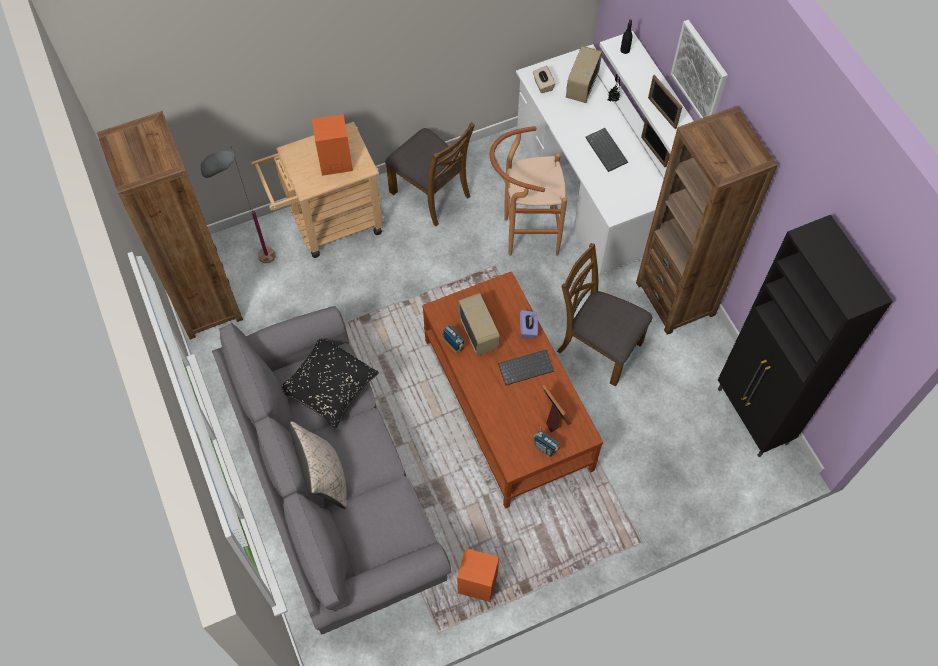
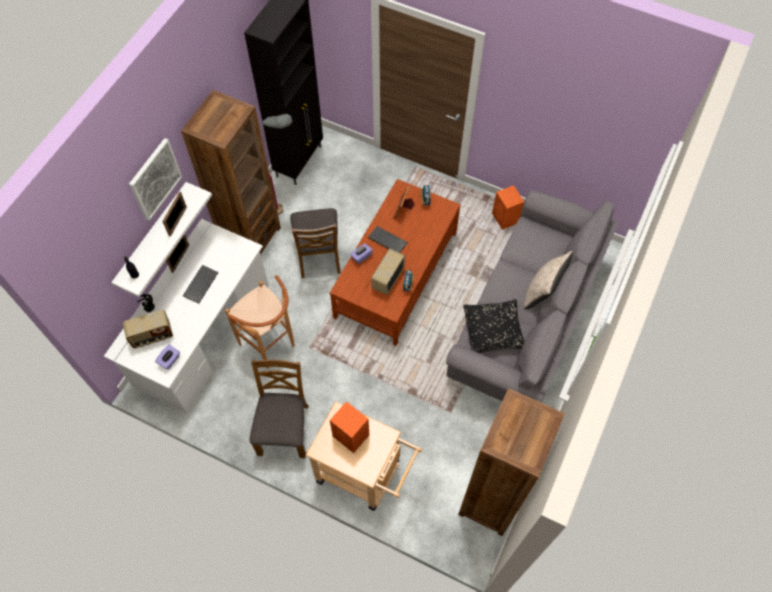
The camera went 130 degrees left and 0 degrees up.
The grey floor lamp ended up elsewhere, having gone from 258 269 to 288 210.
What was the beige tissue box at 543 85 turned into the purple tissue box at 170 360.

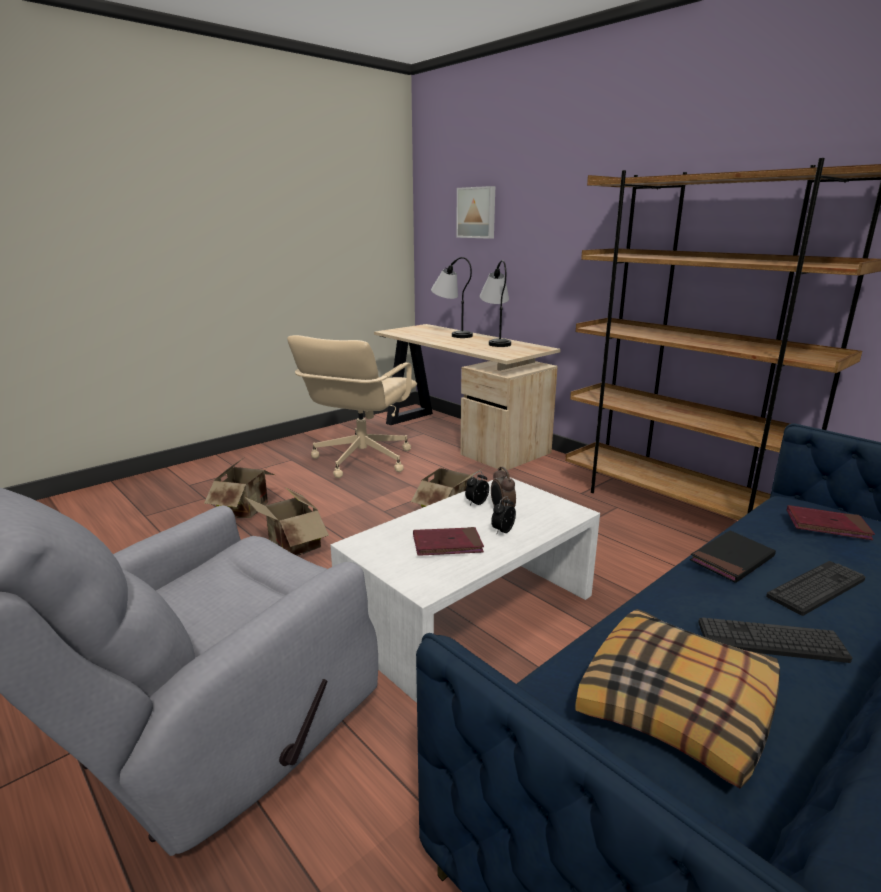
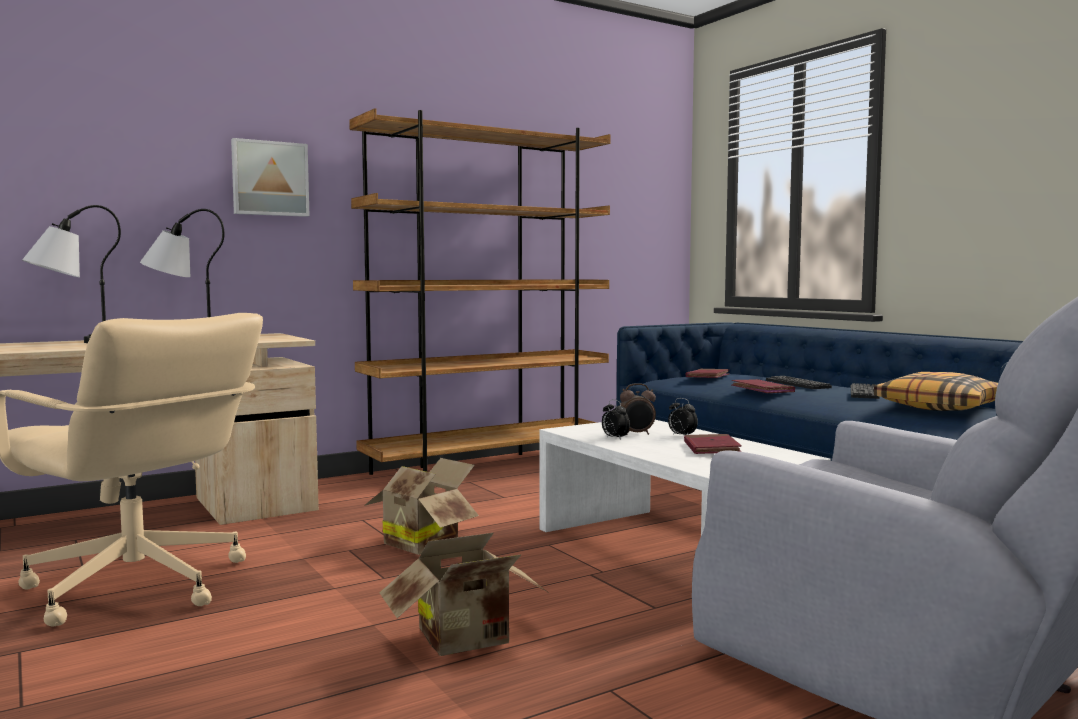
The camera went 80 degrees left and 15 degrees down.
The second view lost the cardboard box at 248 509.
The picture ended up elsewhere, having gone from 477 212 to 270 178.
What was the black book at 731 559 turned into the red book at 762 389.

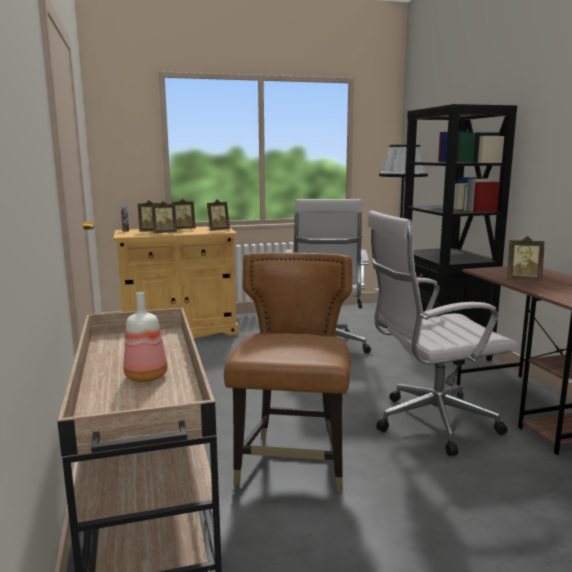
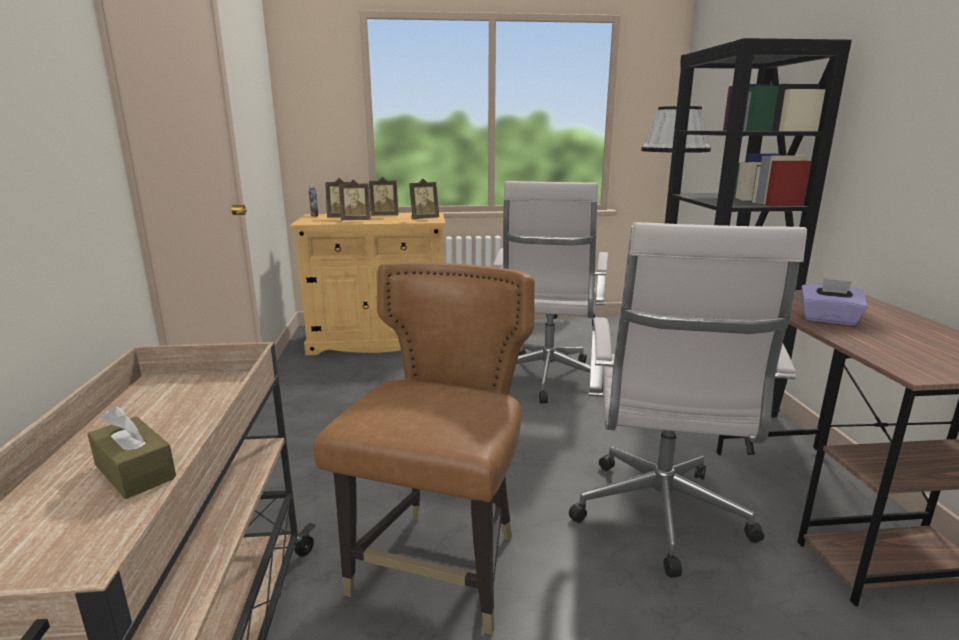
The camera went 10 degrees right and 5 degrees up.
Where the bottle stood at 147 376, the brown tissue box came to stand at 135 471.
Where the picture frame stood at 522 281, the purple tissue box came to stand at 828 319.
The white office chair at 429 423 ended up facing another way, 75 degrees counterclockwise from before.

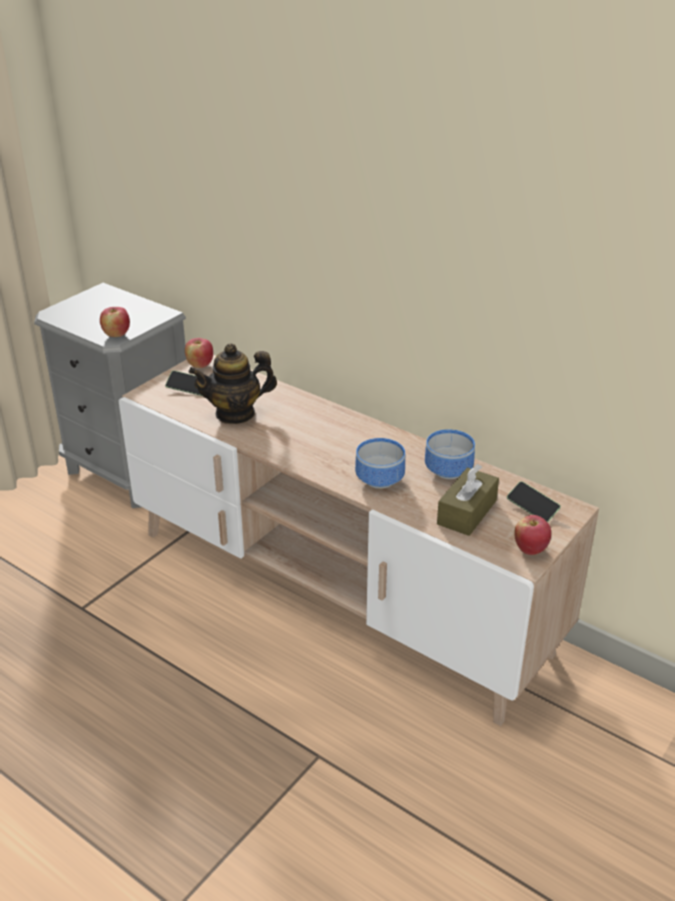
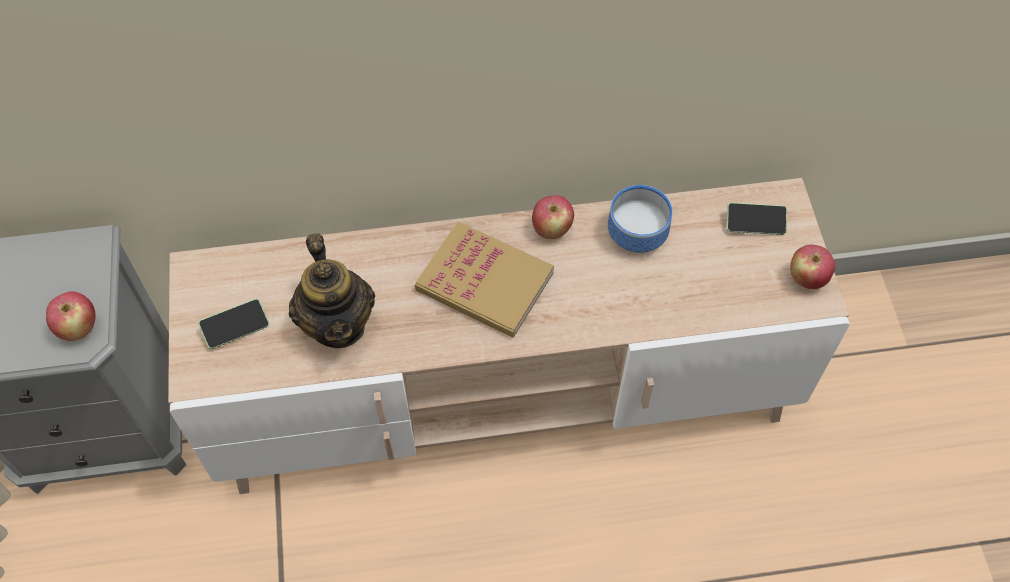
The camera went 45 degrees left and 25 degrees up.
The second view lost the bowl at 381 481.
The second view lost the brown tissue box at 467 512.
The second view gained the book at 484 282.
The apple ended up elsewhere, having gone from 200 365 to 551 229.
The teapot at 235 413 ended up facing another way, 45 degrees counterclockwise from before.

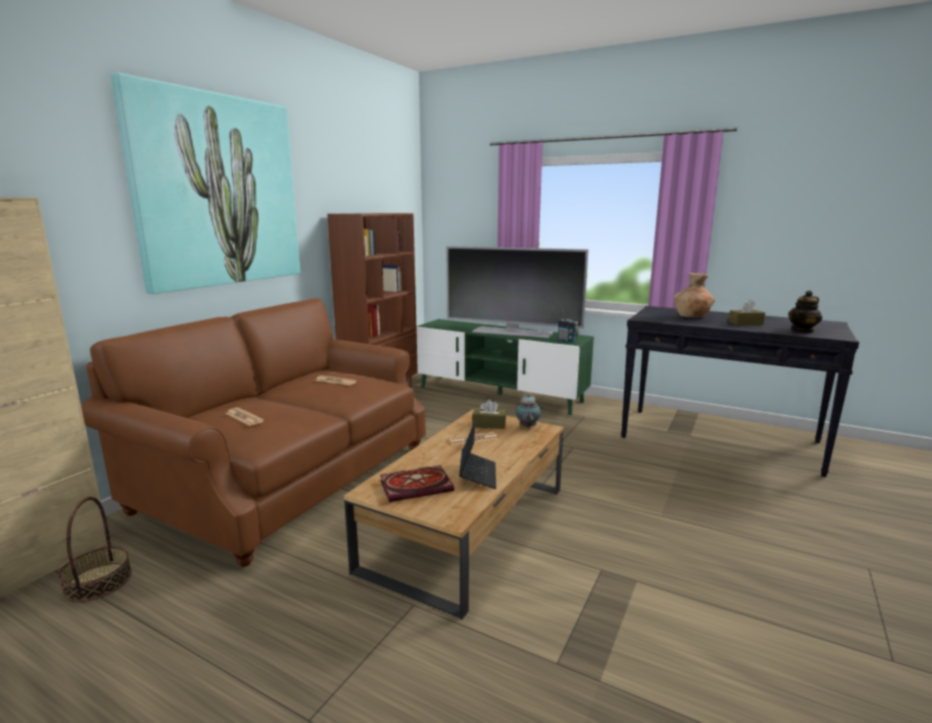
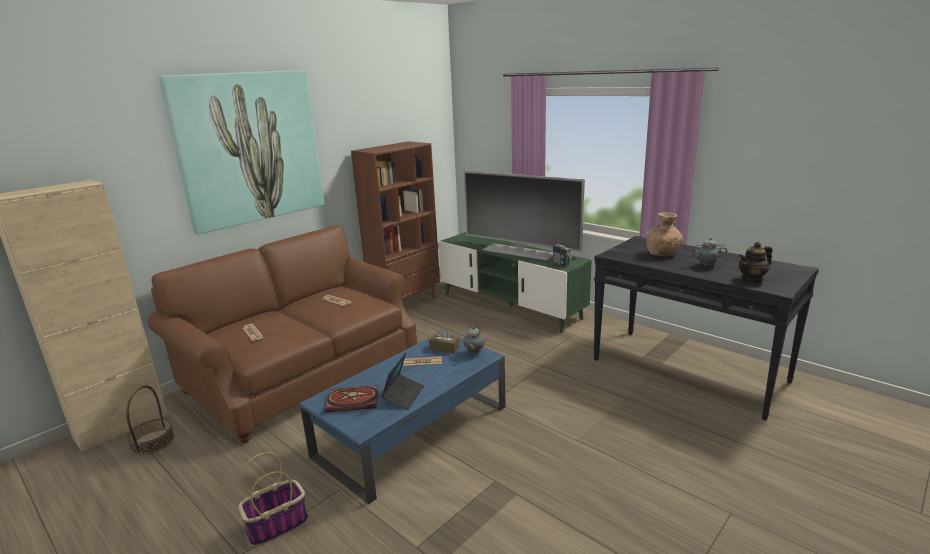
The camera went 15 degrees right and 5 degrees up.
The second view gained the basket at 278 525.
Where the brown tissue box stood at 745 323, the teapot came to stand at 706 266.
What was the brown coffee table at 469 526 turned into the blue coffee table at 414 430.

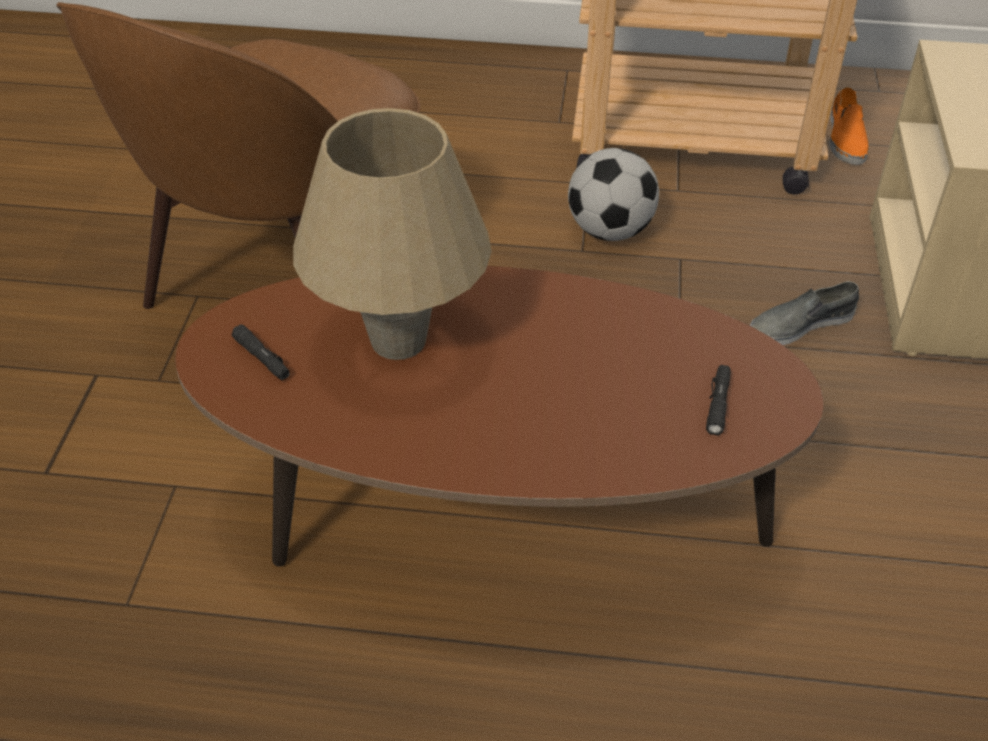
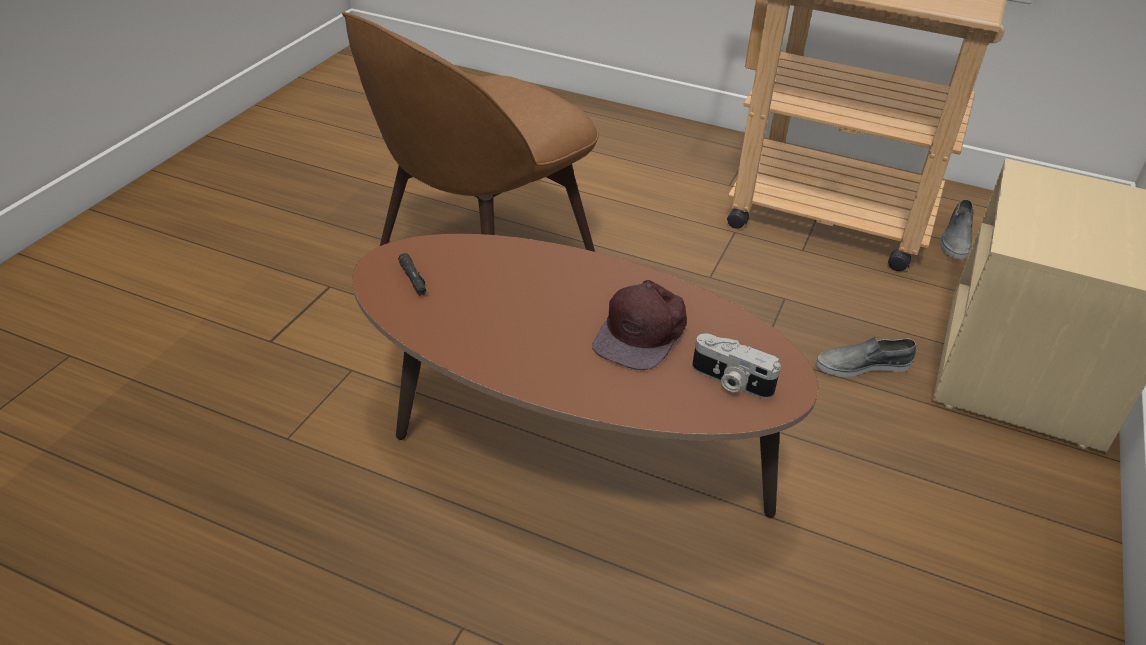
The camera went 15 degrees right and 5 degrees down.
The second view lost the beige table lamp at 398 341.
The second view lost the football at 610 231.
The second view gained the brown cap at 642 333.
Where the black flashlight stood at 717 404, the photo camera came to stand at 730 381.
What was the orange shoe at 845 138 turned into the grey shoe at 956 239.

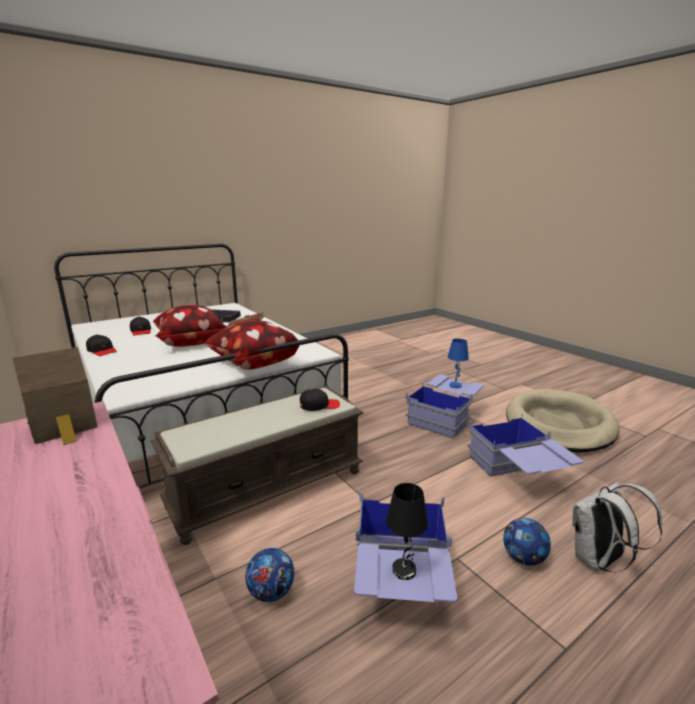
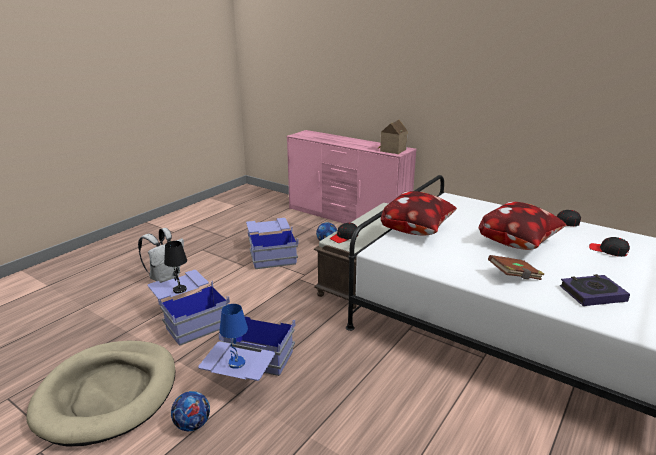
The camera went 160 degrees right and 5 degrees up.
The black table lamp ended up elsewhere, having gone from 405 570 to 179 289.
The football ended up elsewhere, having gone from 523 558 to 192 425.

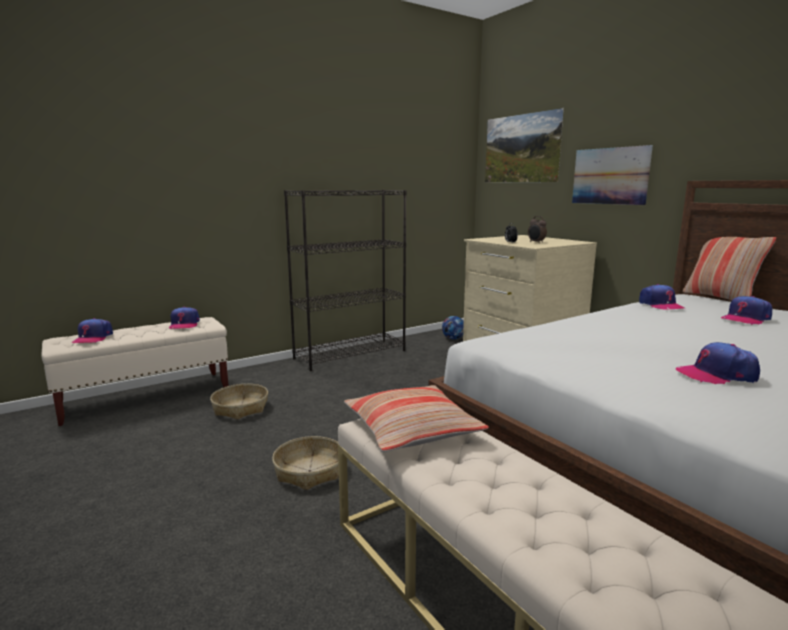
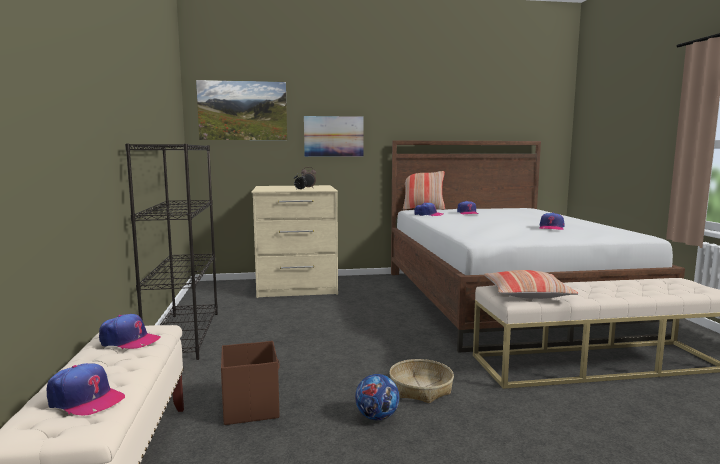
The camera went 65 degrees left and 5 degrees down.
The football ended up elsewhere, having gone from 453 338 to 377 417.
Where the basket stood at 240 408, the brown storage box came to stand at 251 407.

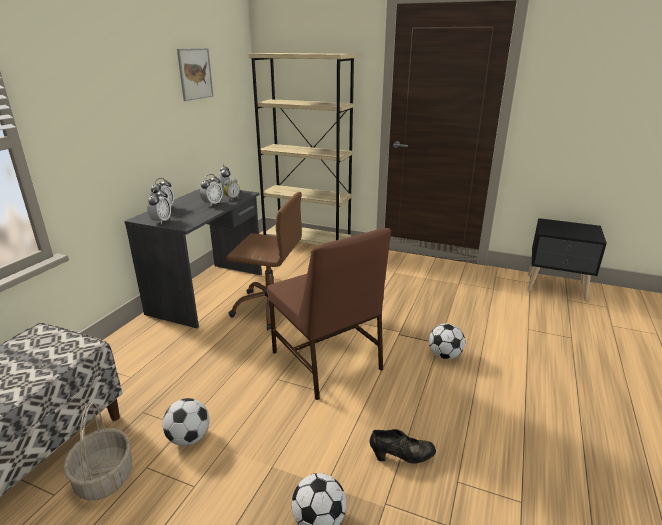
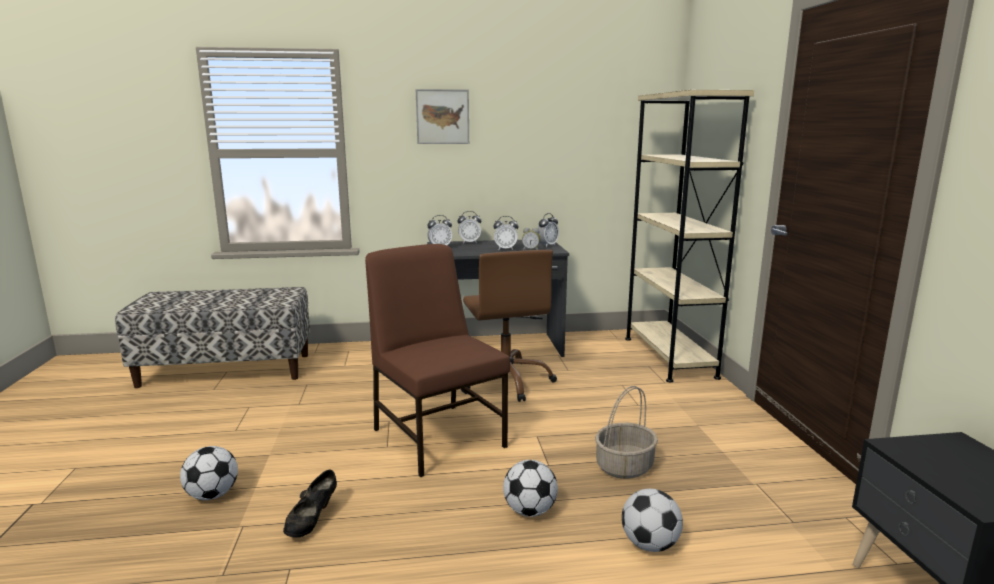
The camera went 60 degrees right and 10 degrees down.
The basket ended up elsewhere, having gone from 104 477 to 624 466.
The football ended up elsewhere, having gone from 189 438 to 649 544.
The picture ended up elsewhere, having gone from 195 74 to 442 117.
The brown chair at 326 362 ended up facing another way, 120 degrees clockwise from before.
The black shoe at 401 457 ended up facing another way, 45 degrees clockwise from before.

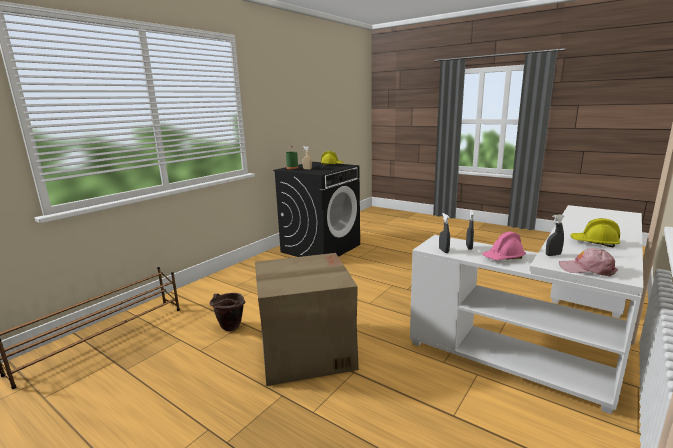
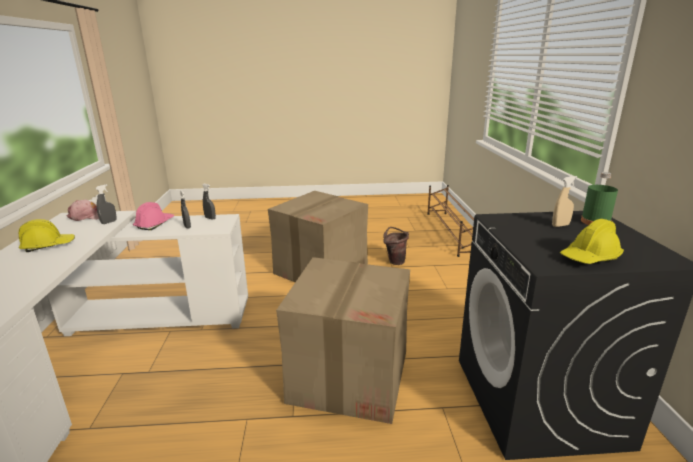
The camera went 140 degrees right and 5 degrees up.
The second view gained the cardboard box at 350 375.

